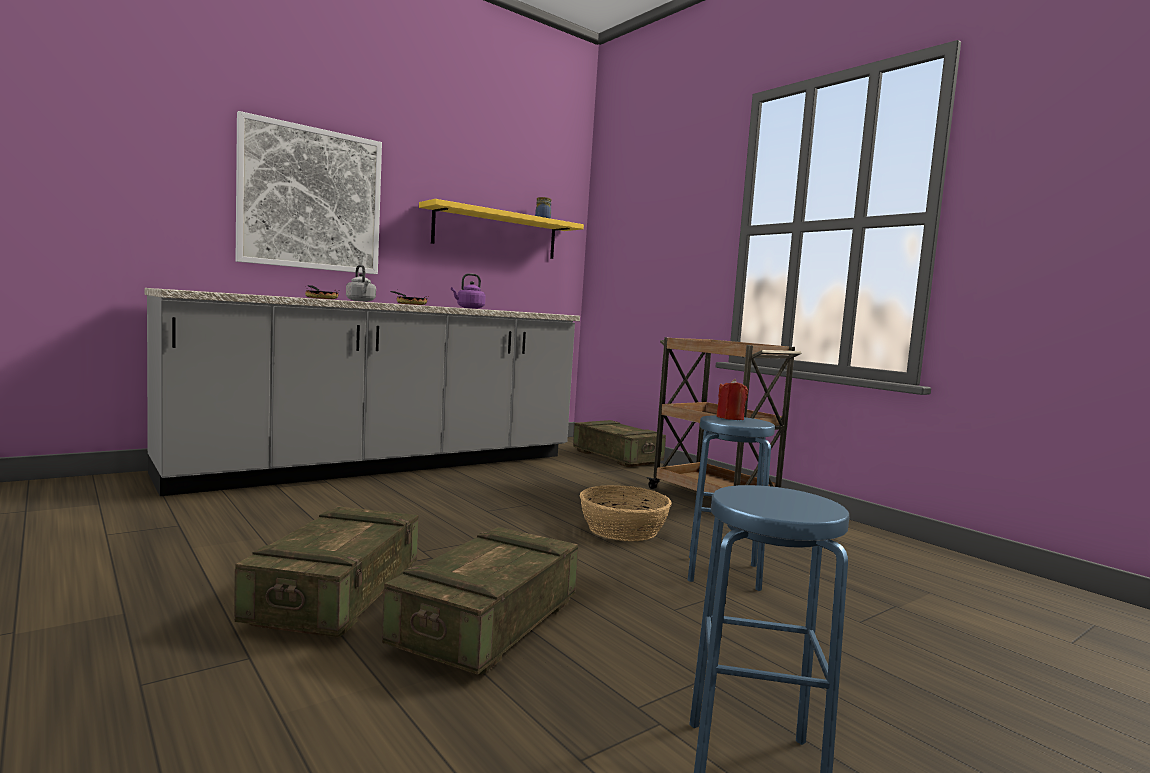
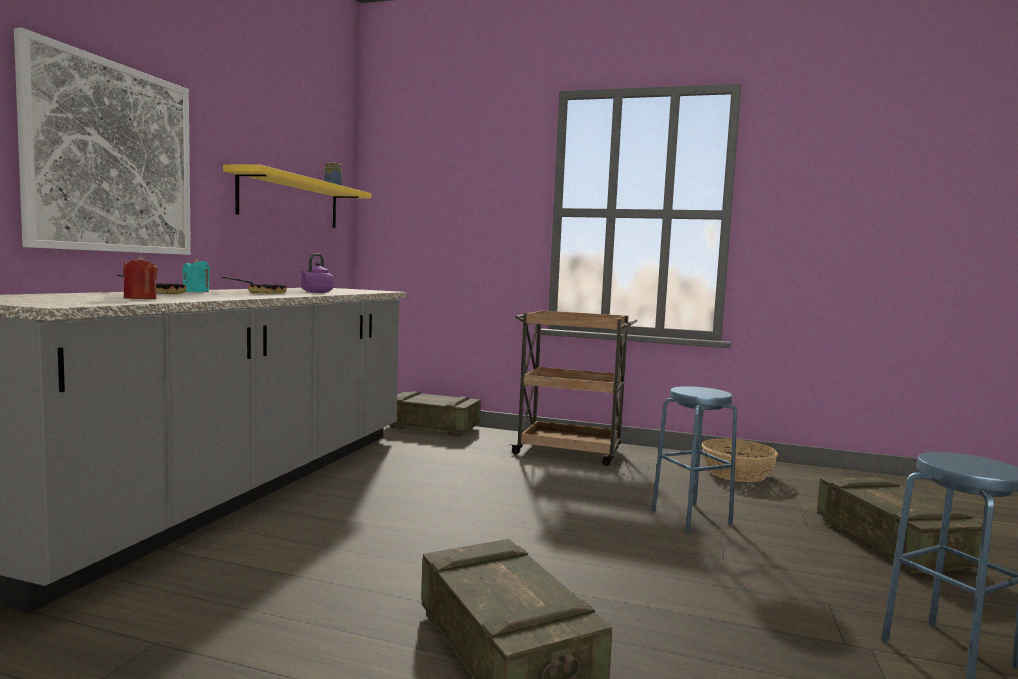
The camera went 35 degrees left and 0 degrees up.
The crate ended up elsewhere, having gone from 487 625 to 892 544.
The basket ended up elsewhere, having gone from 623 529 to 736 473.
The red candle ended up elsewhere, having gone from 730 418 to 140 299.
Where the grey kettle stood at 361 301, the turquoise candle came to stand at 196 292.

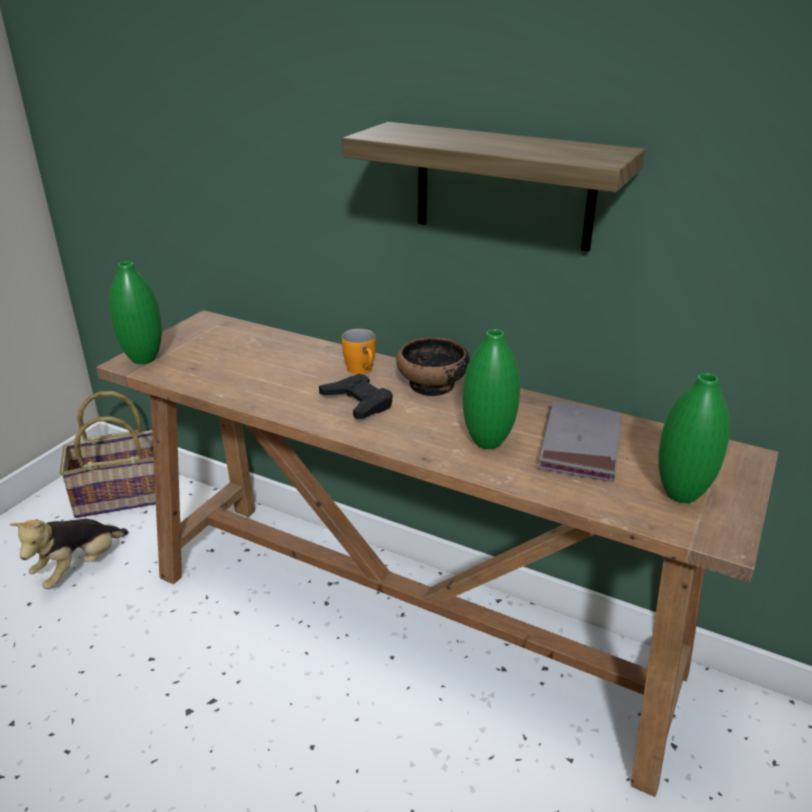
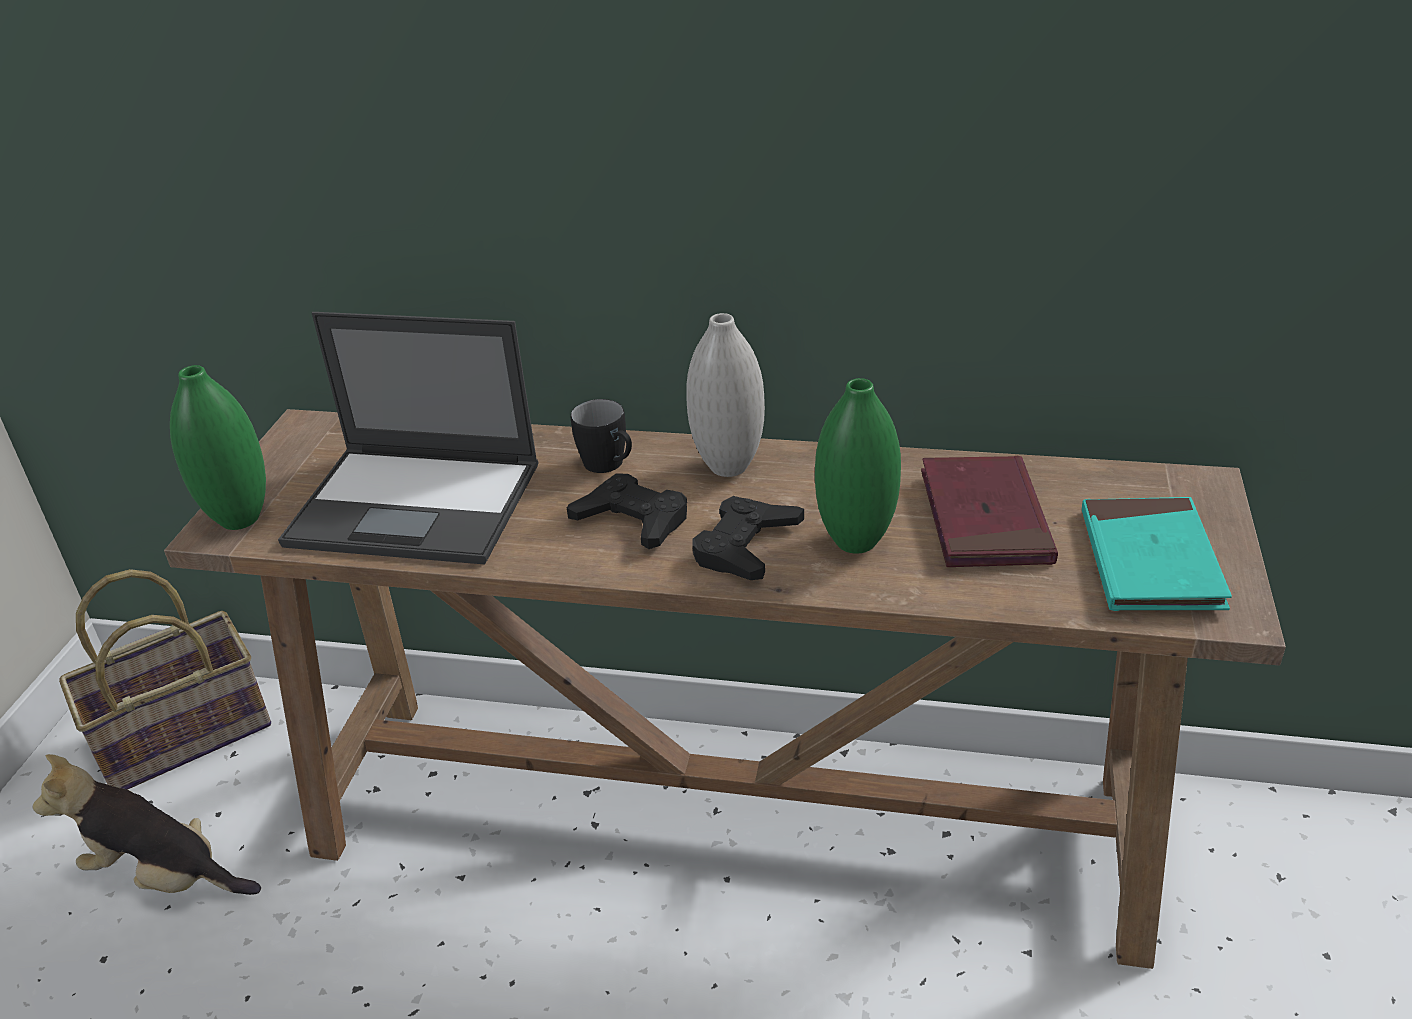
The camera went 15 degrees left and 5 degrees up.
The second view lost the shelf at 503 186.
The second view gained the laptop at 418 504.
The second view gained the black game controller at 745 546.
Where the bowl stood at 432 385, the white vase came to stand at 728 467.
Where the green vase stood at 681 494, the turquoise book came to stand at 1150 561.
What was the orange mug at 362 371 turned into the black mug at 610 466.
What was the grey book at 580 446 turned into the red book at 985 518.
The plush toy at 79 568 ended up facing another way, 90 degrees clockwise from before.

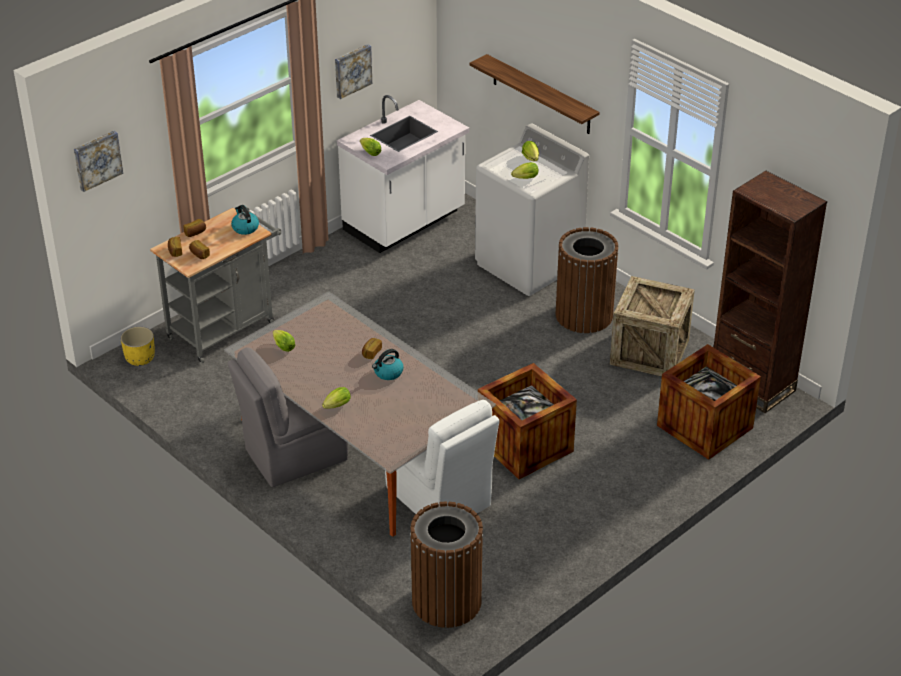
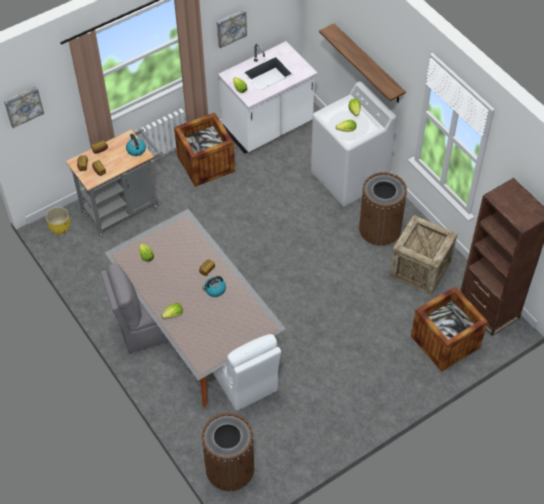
The camera went 10 degrees right and 15 degrees up.
The crate ended up elsewhere, having gone from 525 446 to 206 164.

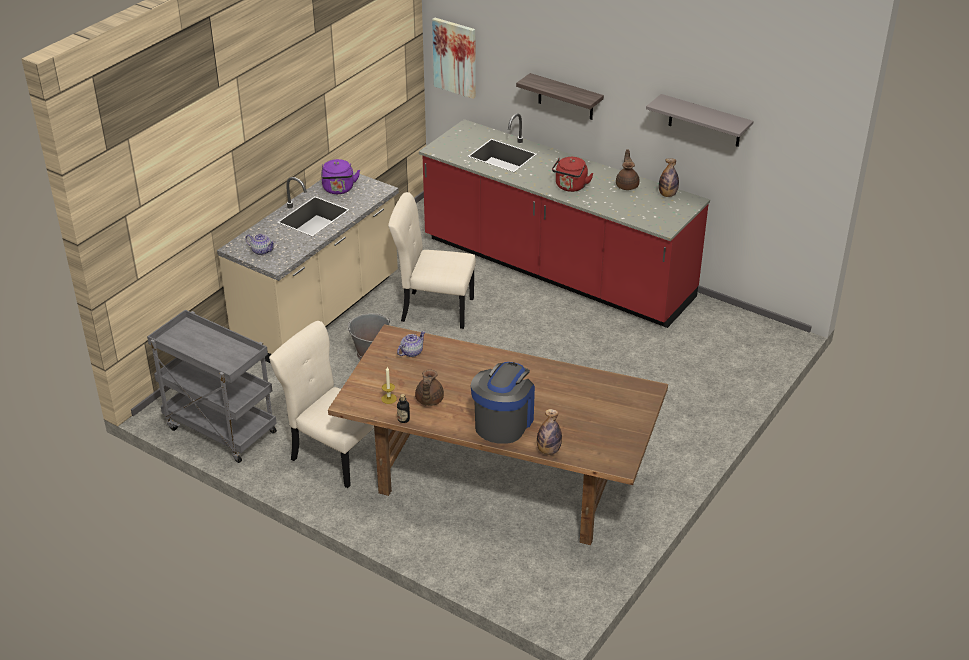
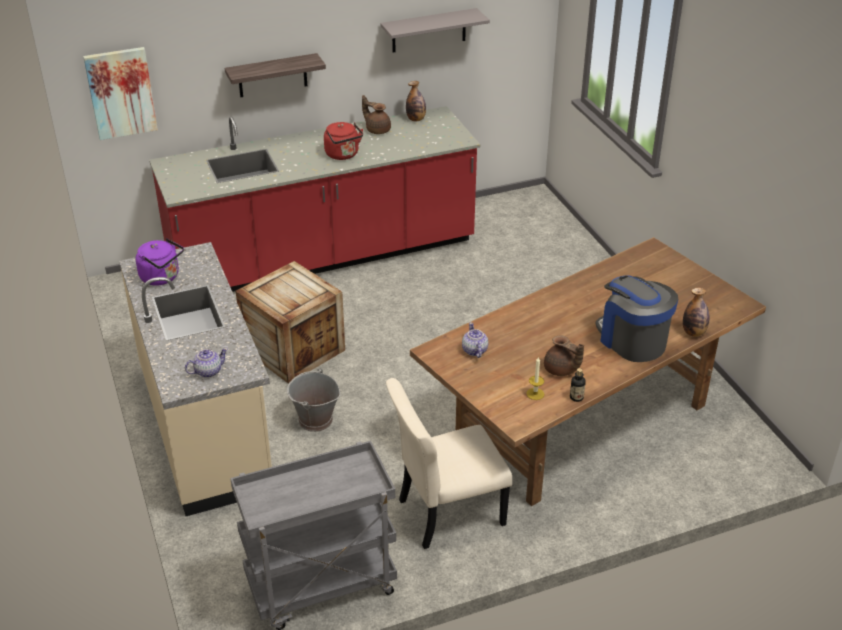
The camera went 55 degrees left and 0 degrees up.
Where the beige chair stood at 434 309, the crate came to stand at 294 349.

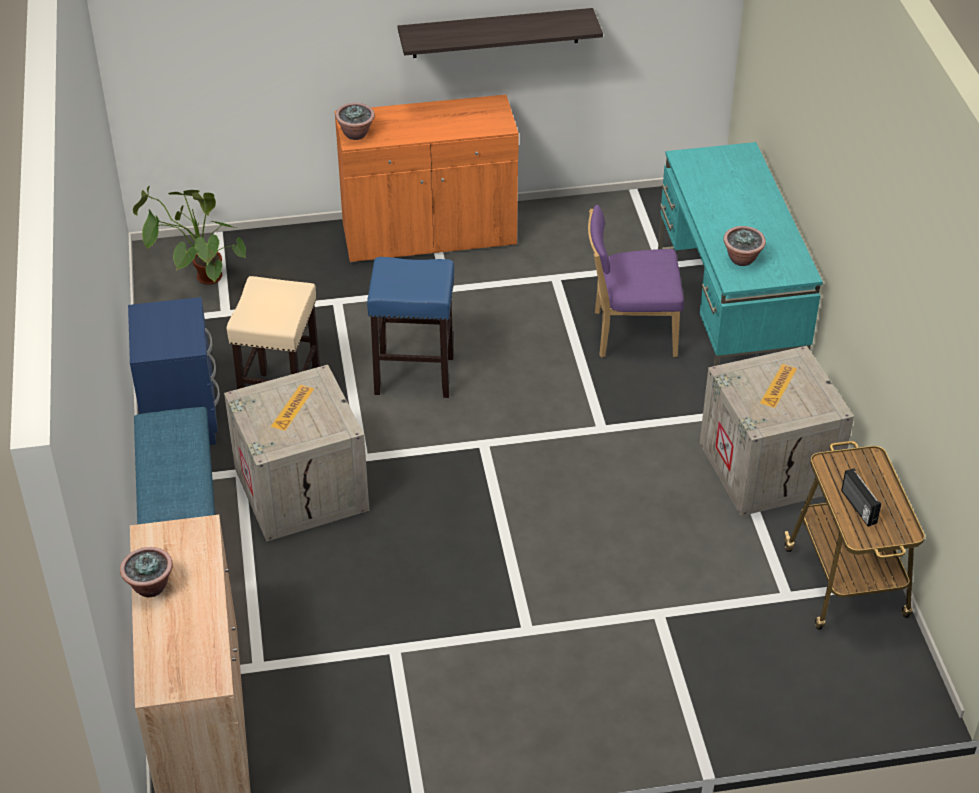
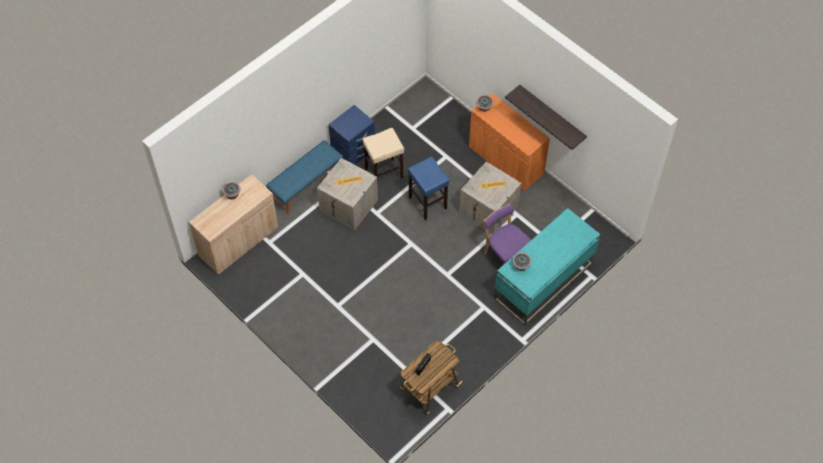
The camera went 55 degrees right and 15 degrees up.
The second view lost the potted plant at 196 278.
The crate ended up elsewhere, having gone from 765 466 to 488 208.

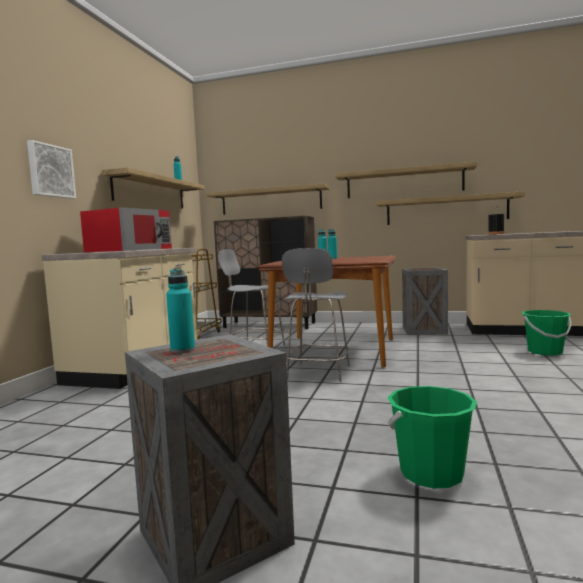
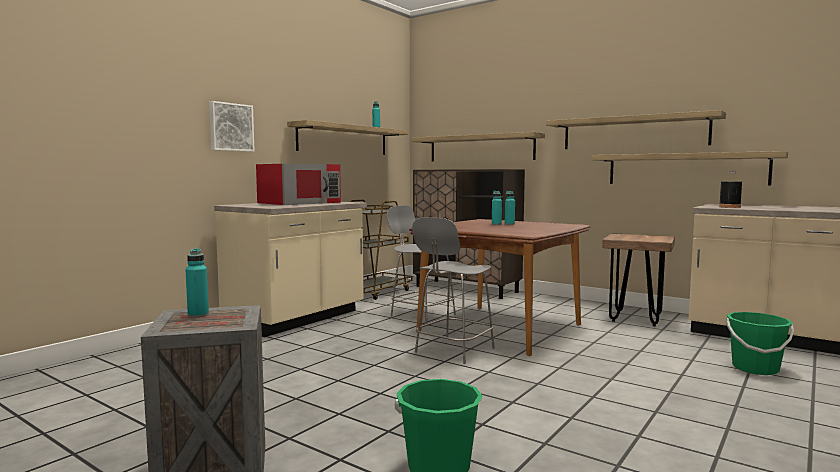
The camera went 20 degrees right and 0 degrees up.
Where the crate stood at 425 330, the brown stool came to stand at 635 319.

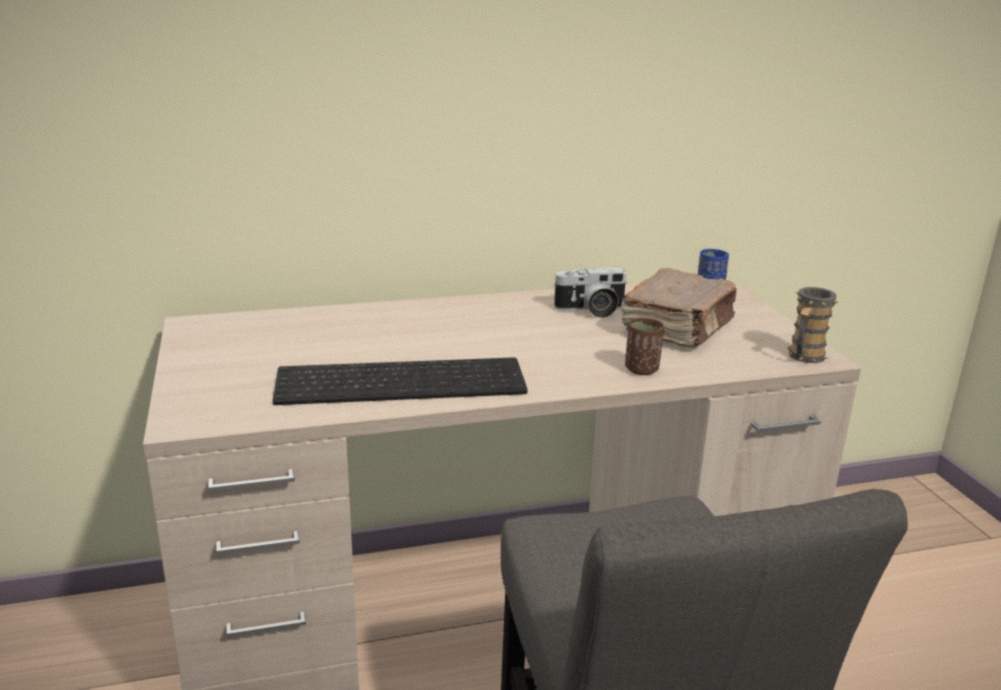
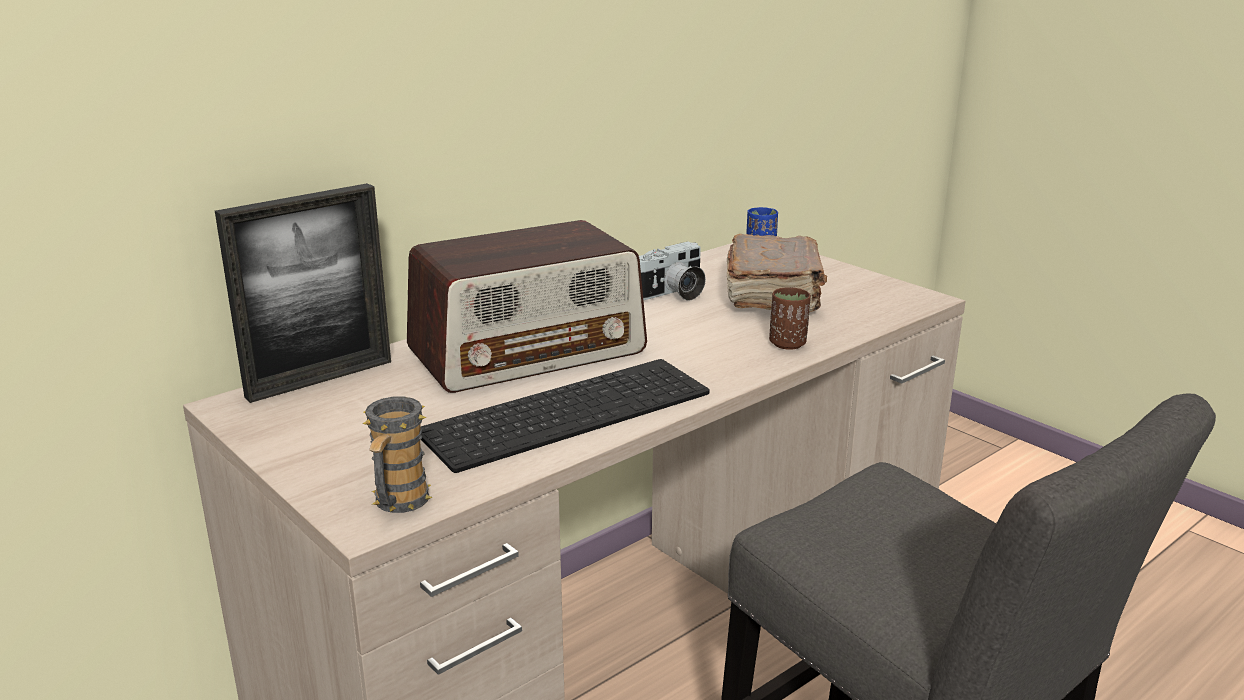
The camera went 25 degrees left and 0 degrees up.
The second view gained the picture frame at 320 379.
The second view gained the radio at 528 351.
The mug ended up elsewhere, having gone from 804 358 to 398 504.

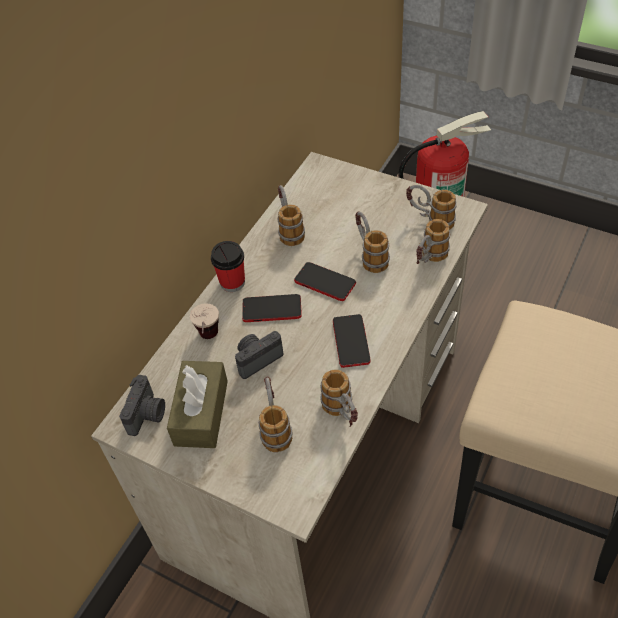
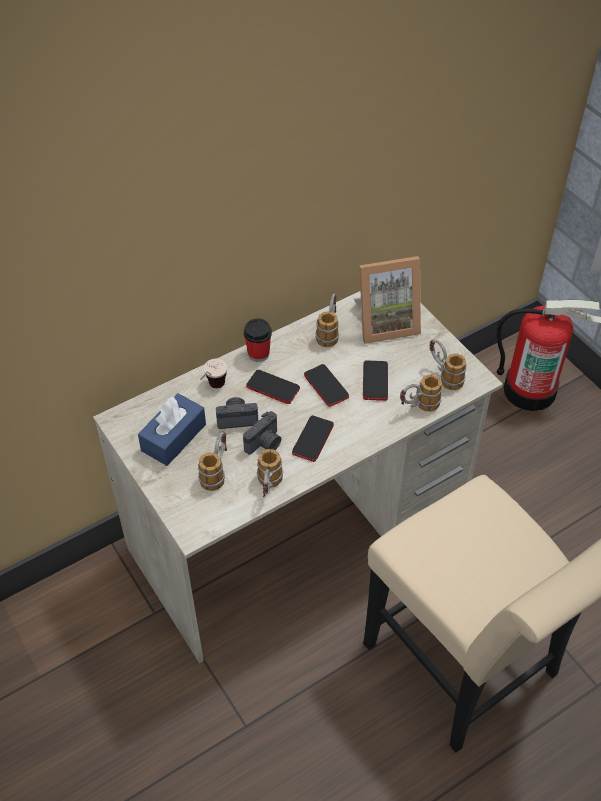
The camera went 25 degrees right and 0 degrees up.
The second view gained the picture frame at 385 322.
The photo camera ended up elsewhere, having gone from 148 415 to 265 444.
Where the mug stood at 369 255, the phone came to stand at 375 381.
What was the brown tissue box at 201 413 turned into the blue tissue box at 173 437.

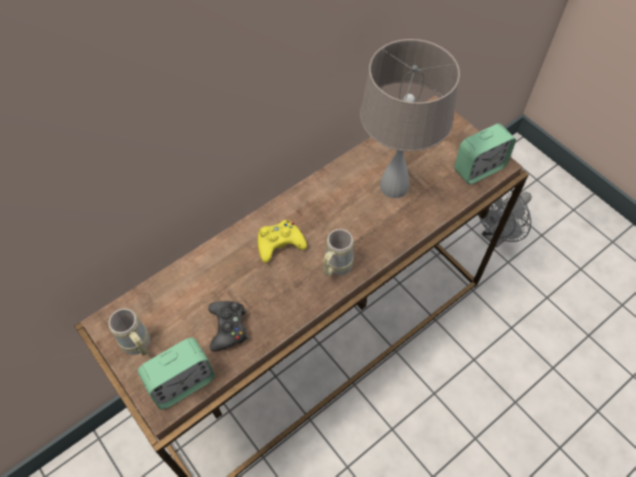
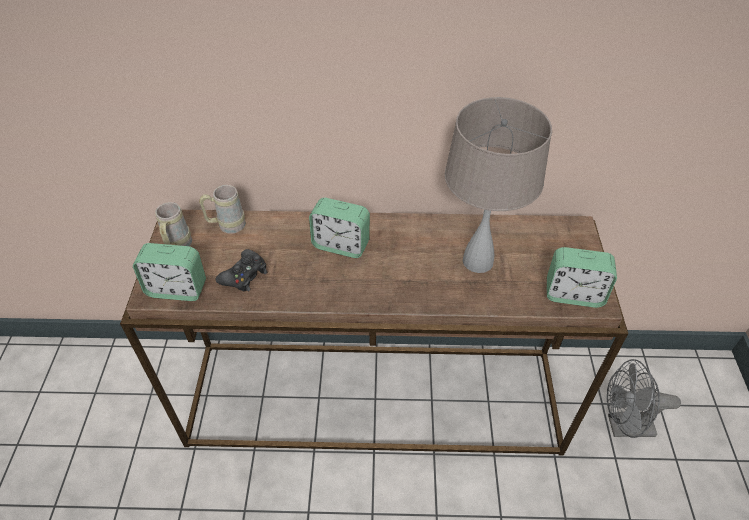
The camera went 40 degrees right and 10 degrees down.
The beige mug ended up elsewhere, having gone from 335 268 to 226 226.
Where the yellow game controller stood at 280 244, the alarm clock came to stand at 341 245.

